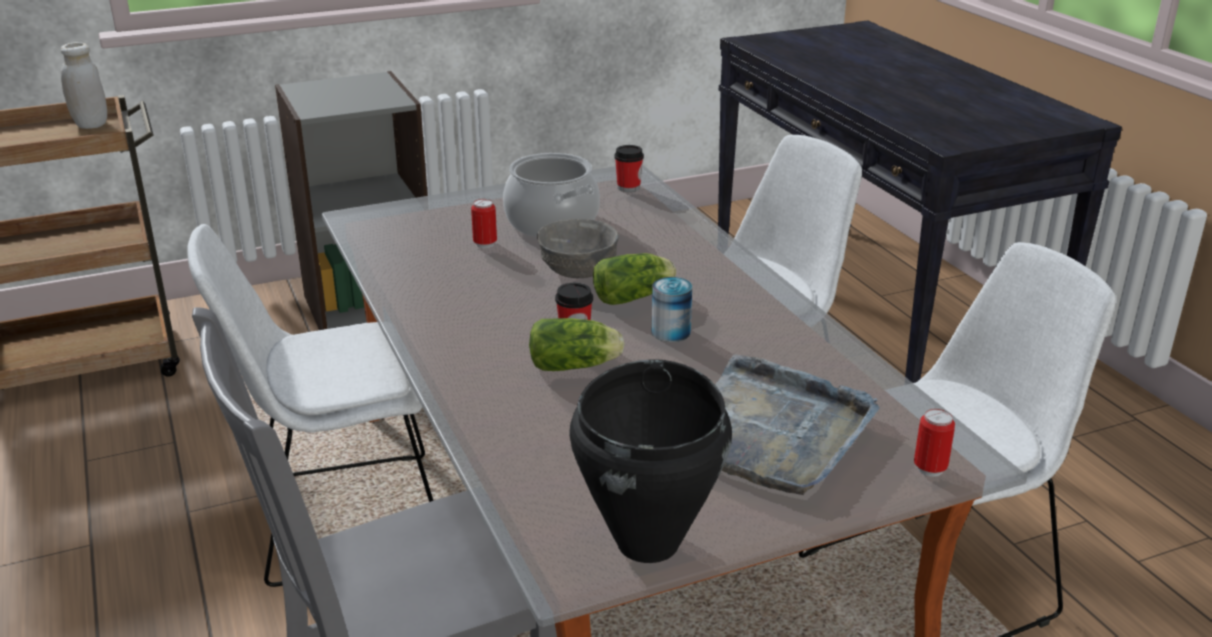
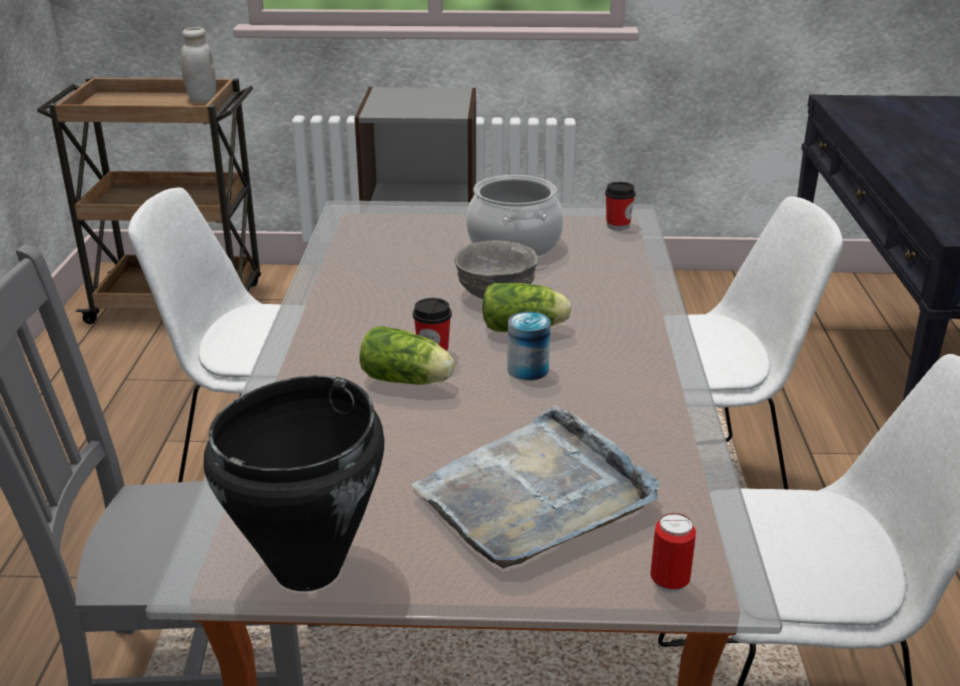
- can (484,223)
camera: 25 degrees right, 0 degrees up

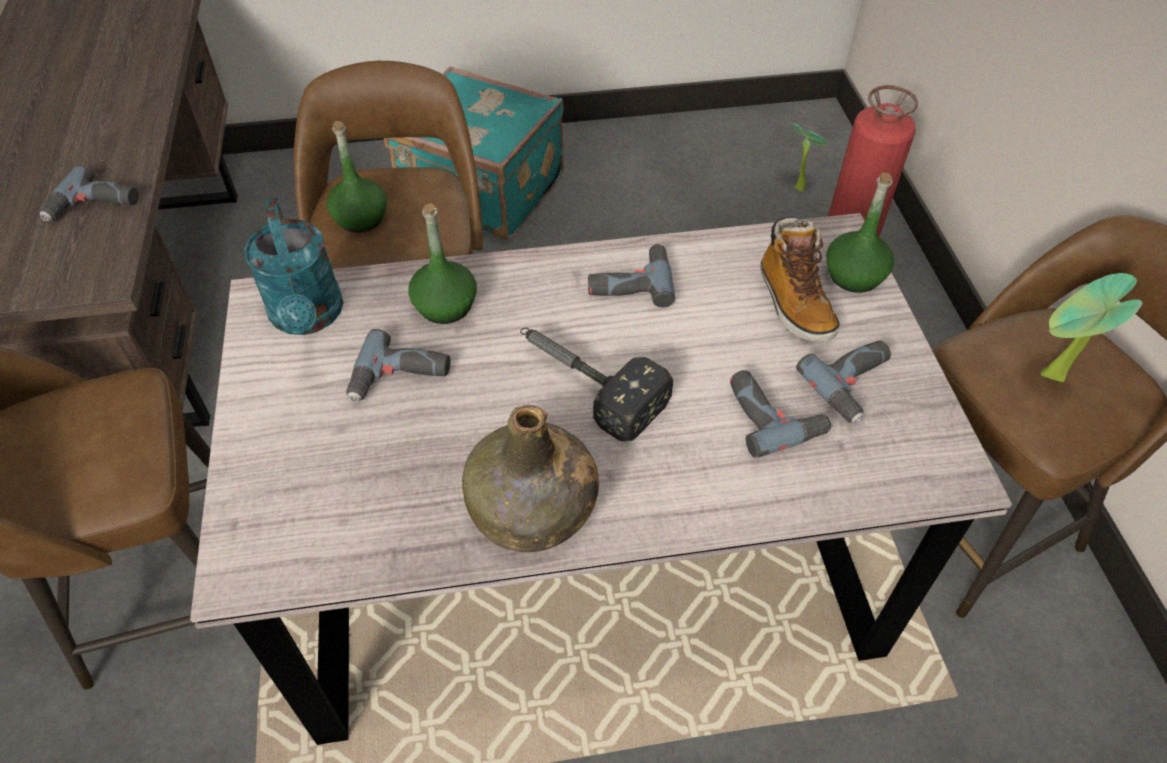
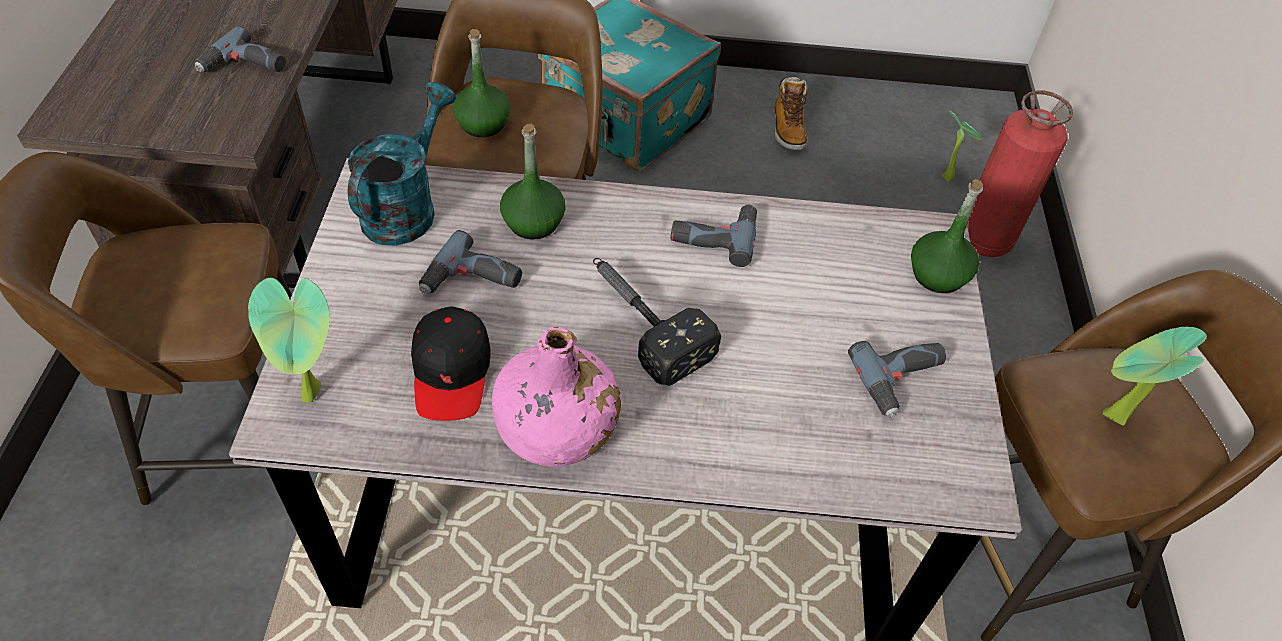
~ turquoise-coloured watering can (294,266) = (402,164) 150 degrees counterclockwise
~ greenish beverage bottle (530,478) to pinkish beverage bottle (556,397)
- drill (781,414)
~ tall boot (800,279) to (791,113)
+ houseplant (289,340)
+ black peaked cap (451,363)
camera: 10 degrees right, 0 degrees up

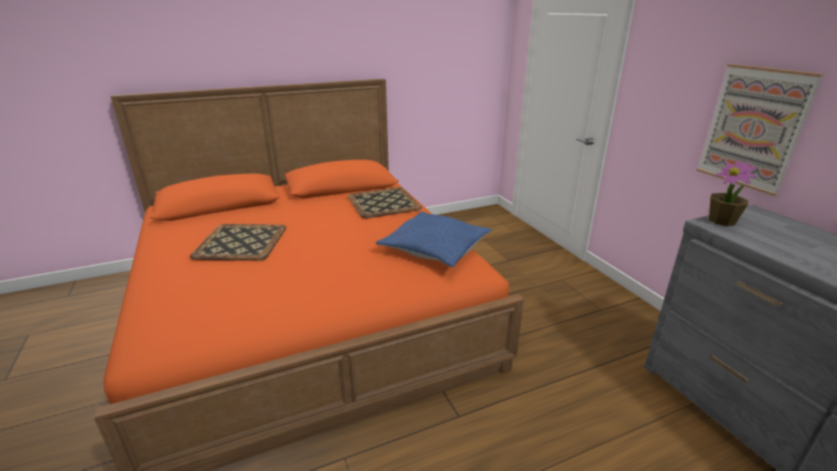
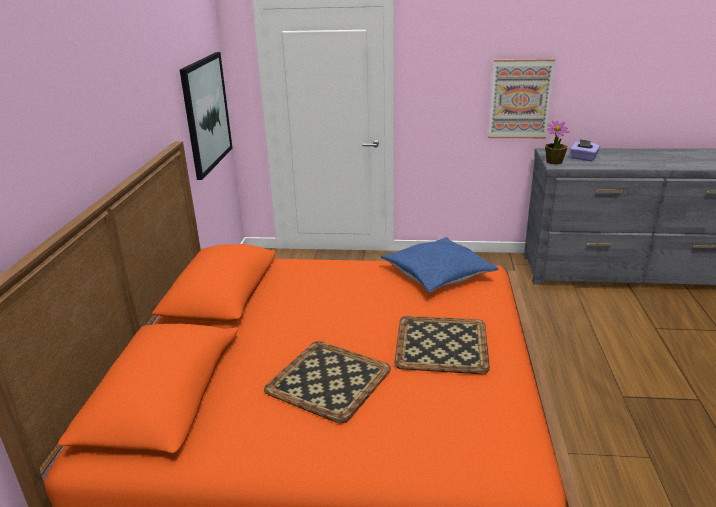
~ tray (385,202) to (442,345)
+ picture (206,116)
+ purple-coloured box of tissues (585,150)
camera: 60 degrees left, 0 degrees up

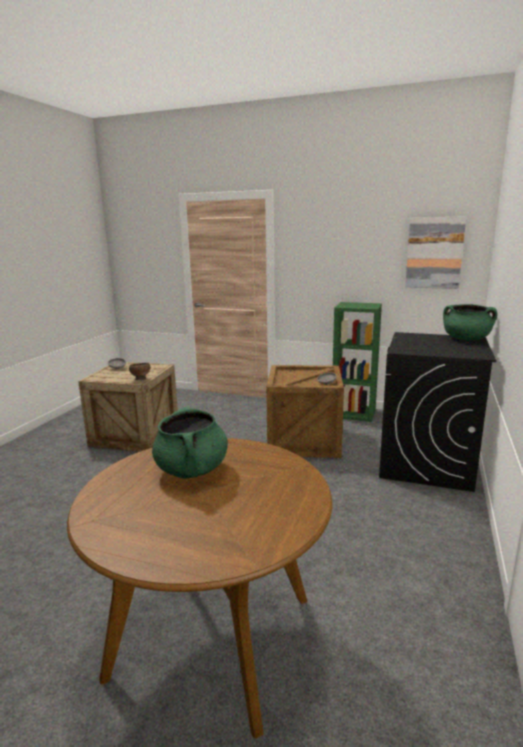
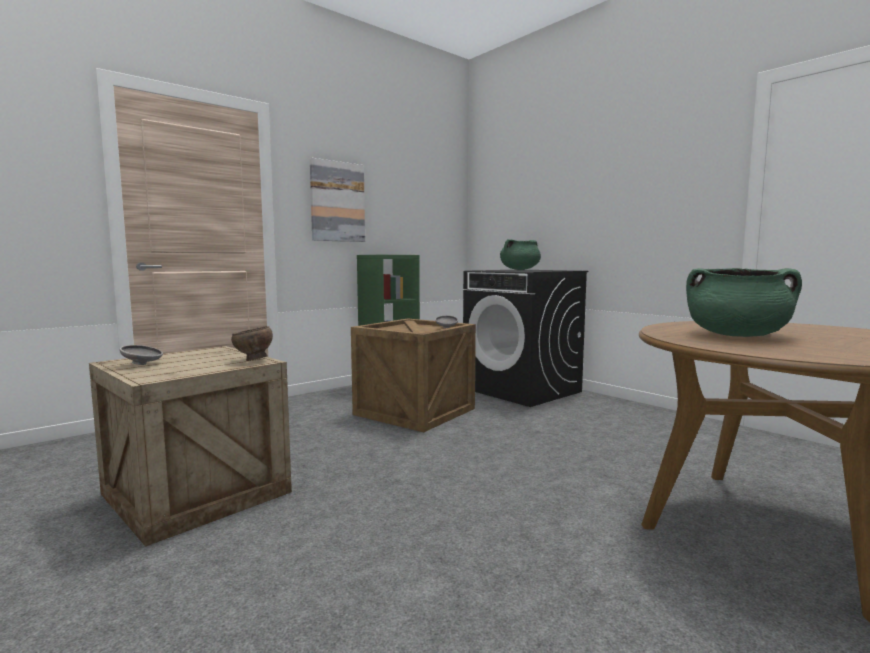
~ picture (435,252) to (337,200)
camera: 60 degrees left, 10 degrees down

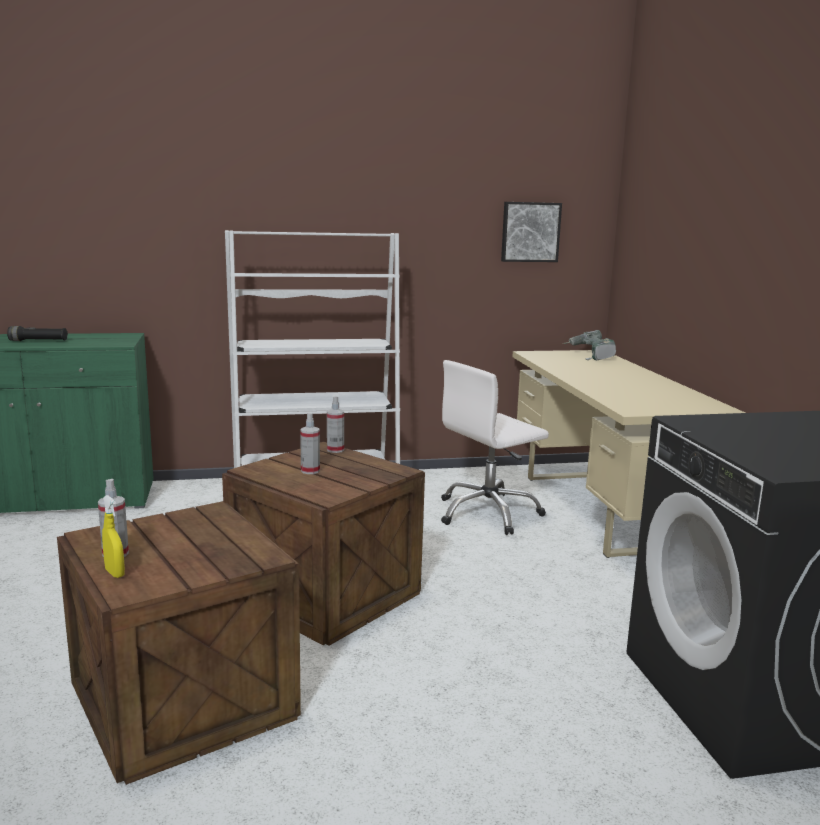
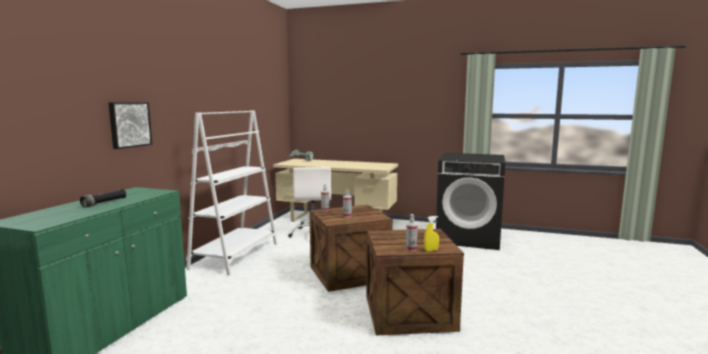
~ picture (531,232) to (130,125)
camera: 60 degrees left, 5 degrees down

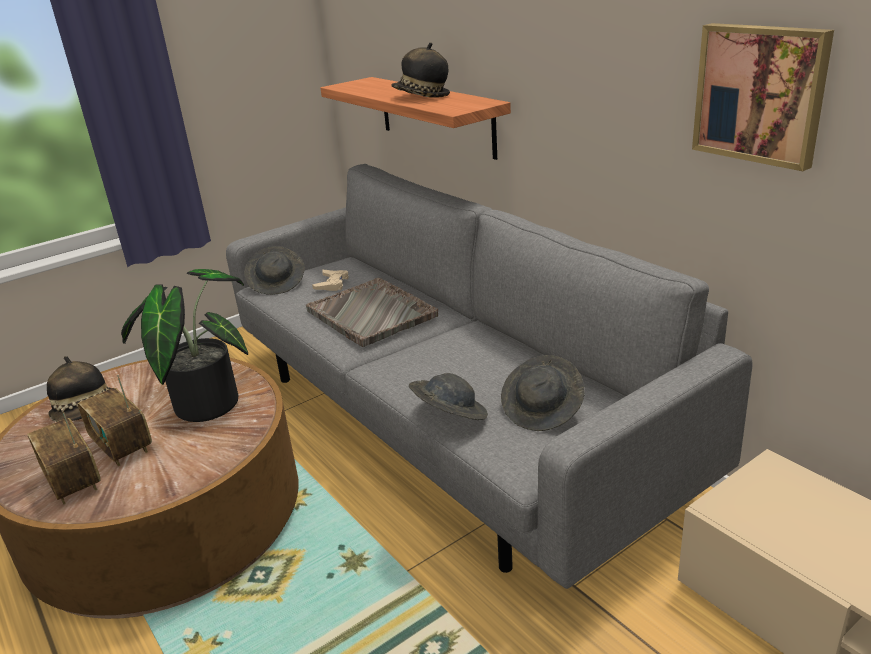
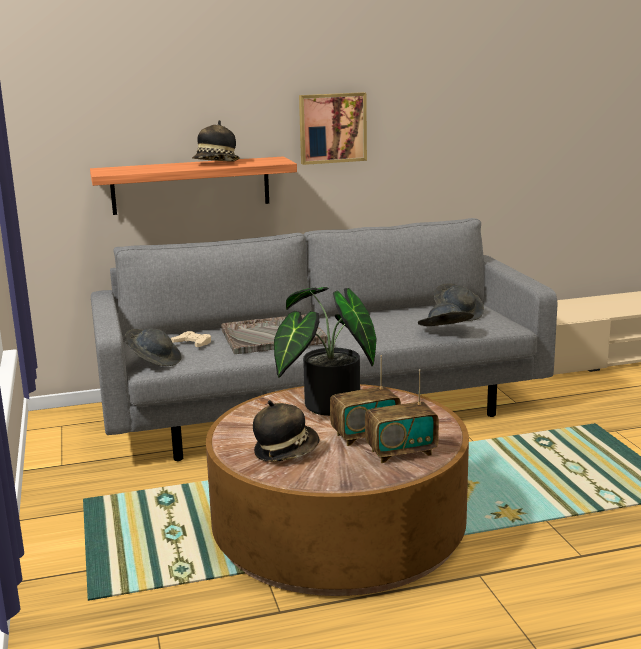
~ picture (763,97) to (333,128)
camera: 70 degrees left, 10 degrees down

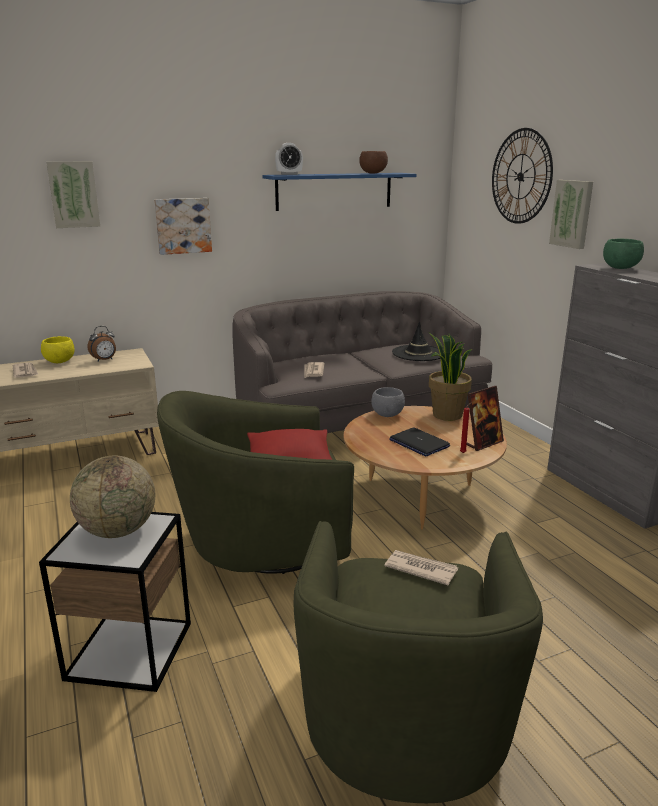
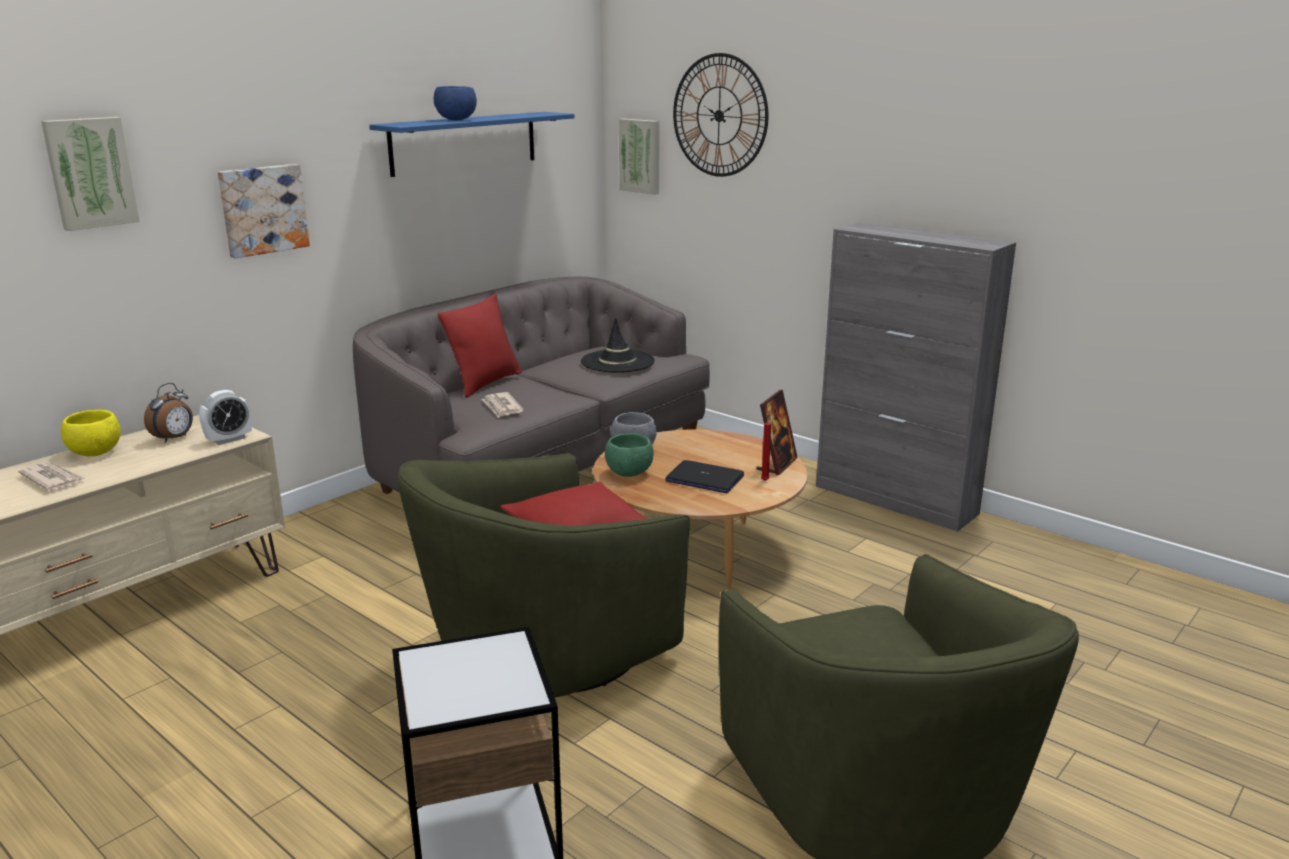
- world globe (112,497)
~ alarm clock (289,159) to (225,417)
- brownish deep dish (373,162)
- newspaper (421,568)
- houseplant (450,377)
~ picture (571,214) to (639,157)
~ greenish deep dish (623,254) to (629,455)
+ blue-coloured deep dish (455,103)
+ red-coloured pillow (479,345)
camera: 25 degrees left, 0 degrees up

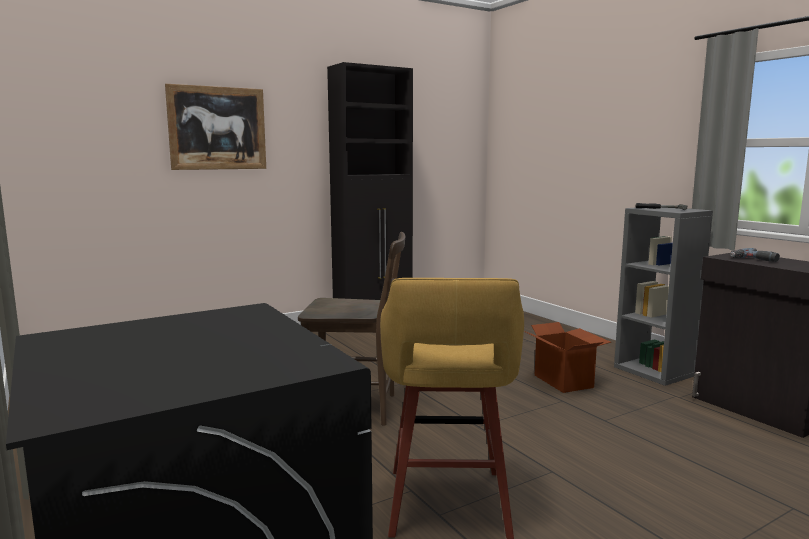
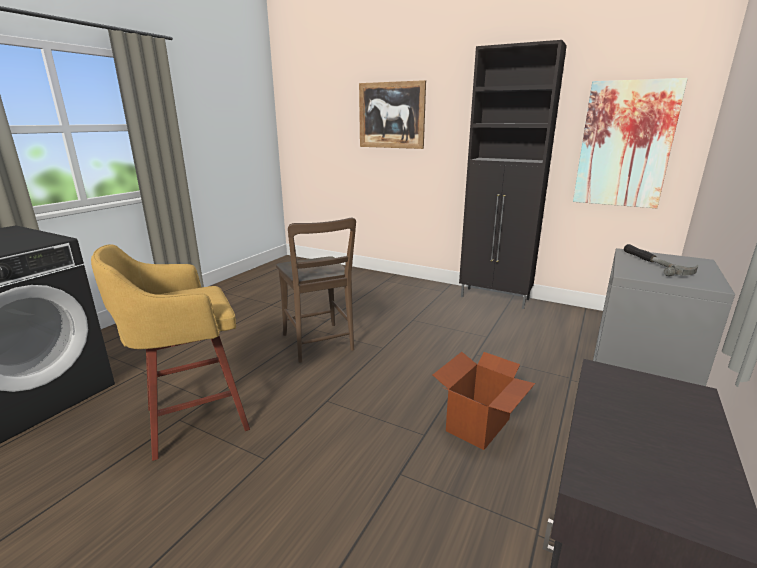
- drill (755,255)
+ picture (630,143)
camera: 60 degrees right, 10 degrees up

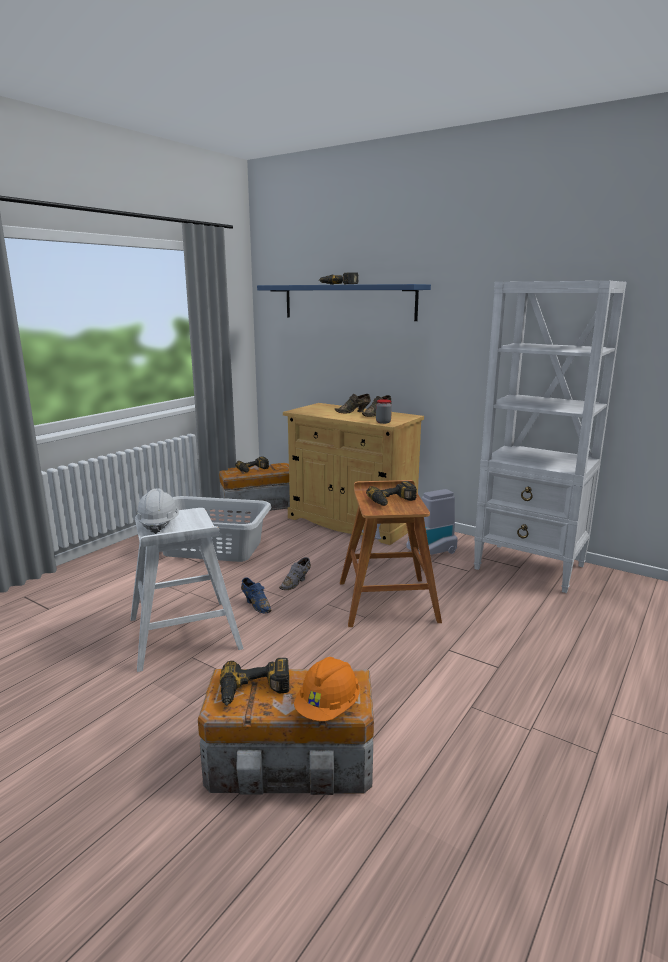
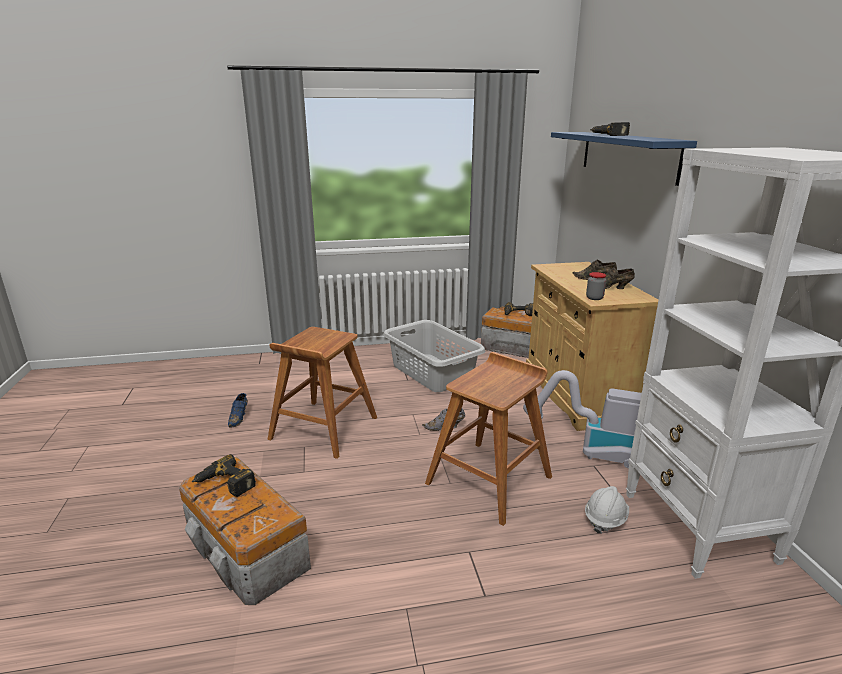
~ white-coloured stool (187,590) to brownish stool (322,393)
~ white-coloured safety helmet (157,511) to (607,510)
~ blue-coloured shoe (256,595) to (238,410)
- orange-coloured safety helmet (327,689)
- drill (391,493)
camera: 45 degrees right, 5 degrees up

